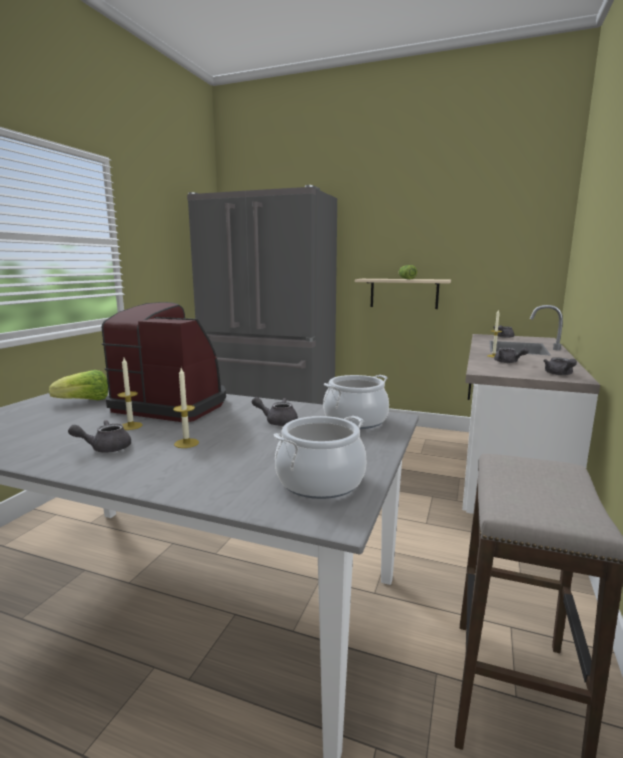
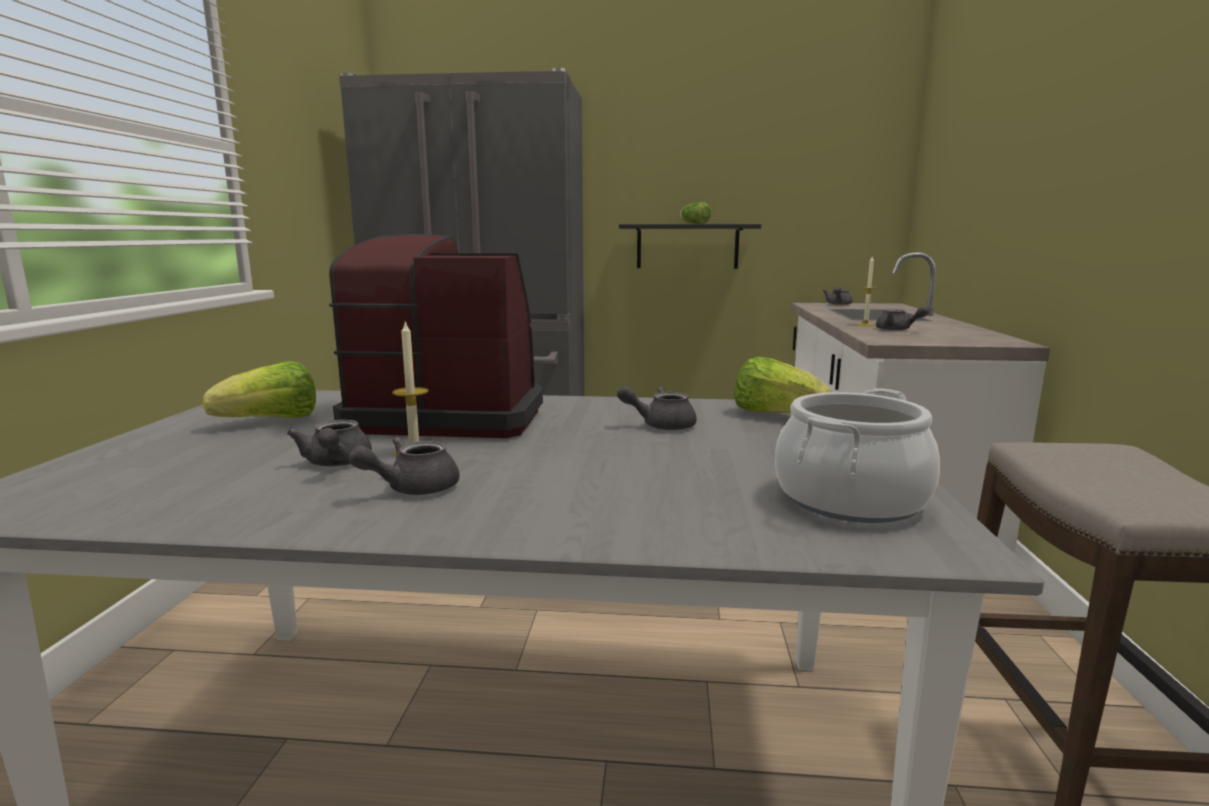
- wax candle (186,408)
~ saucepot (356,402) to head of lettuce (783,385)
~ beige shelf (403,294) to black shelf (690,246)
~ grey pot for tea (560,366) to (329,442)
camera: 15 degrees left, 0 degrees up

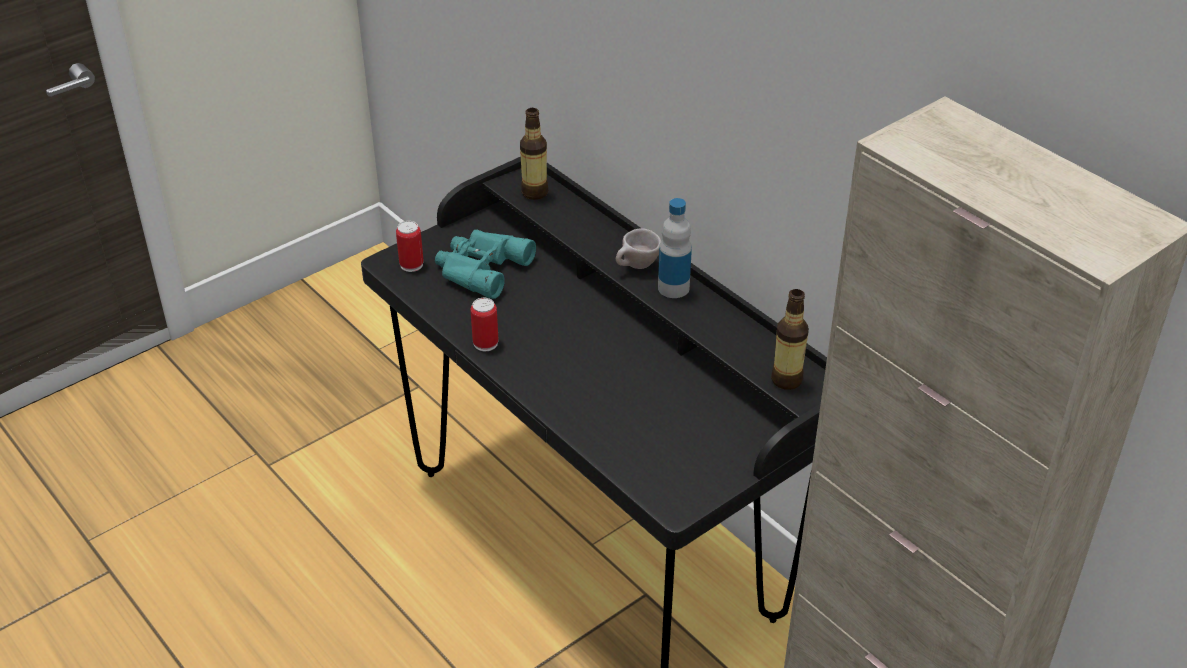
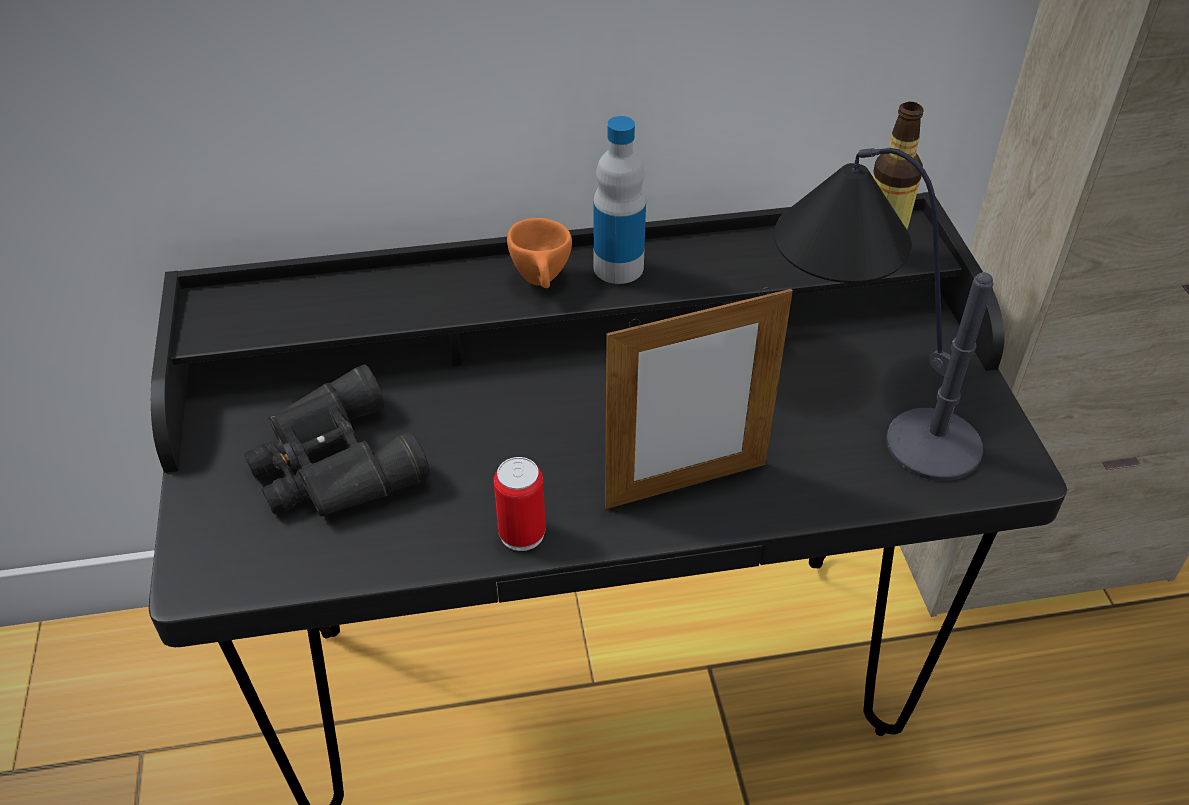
- can (410,246)
~ turquoise-coloured binoculars (485,264) to black binoculars (337,440)
- beverage bottle (534,154)
~ beige drinking cup (638,248) to orange-coloured drinking cup (539,253)
+ picture frame (699,398)
+ lamp for a table (883,314)
camera: 60 degrees left, 5 degrees up

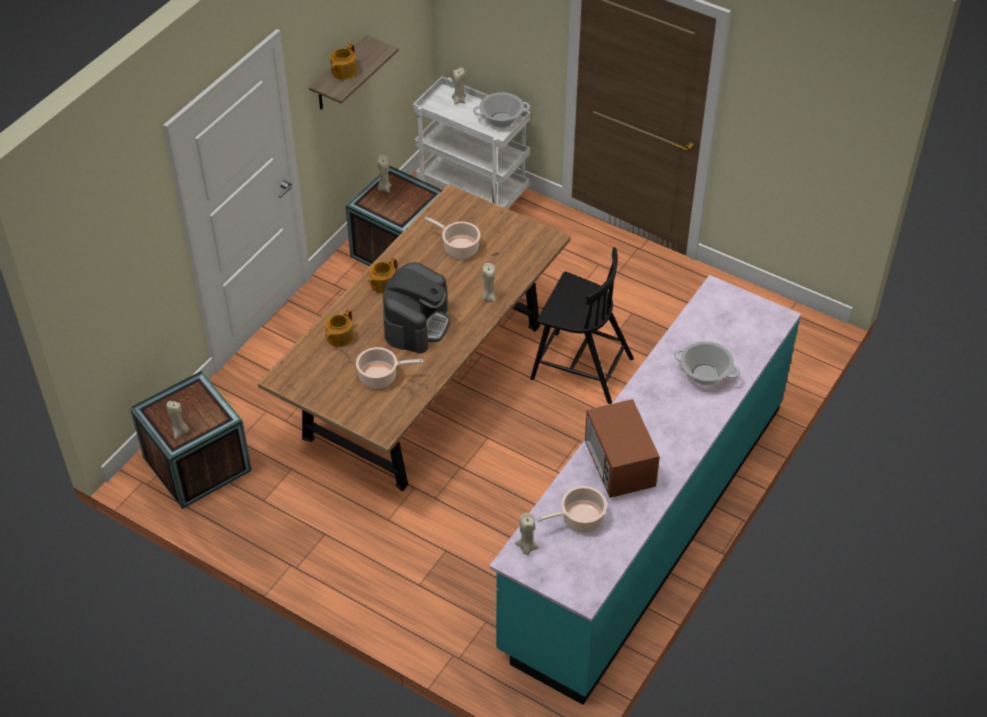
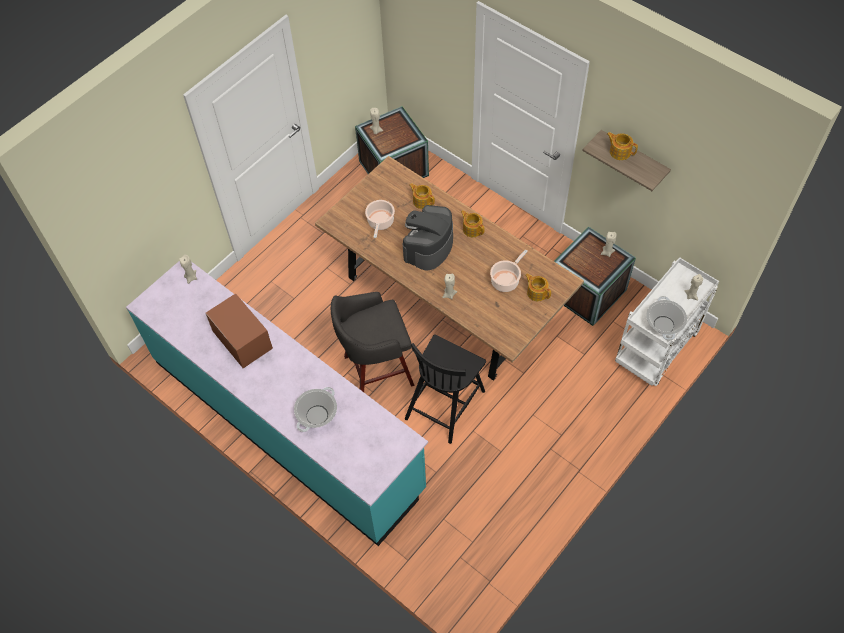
~ coffee machine (416,308) = (428,237) 90 degrees clockwise
- saucepot (571,509)
~ microwave (622,448) = (239,330) 60 degrees clockwise
+ grey stool (372,342)
+ pot for tea (538,287)
camera: 100 degrees right, 10 degrees up

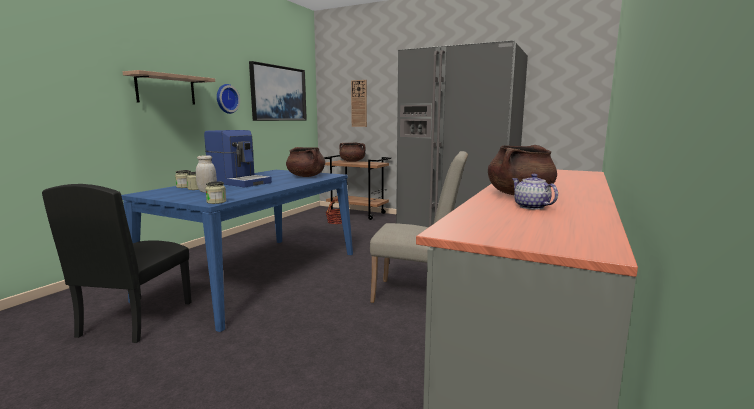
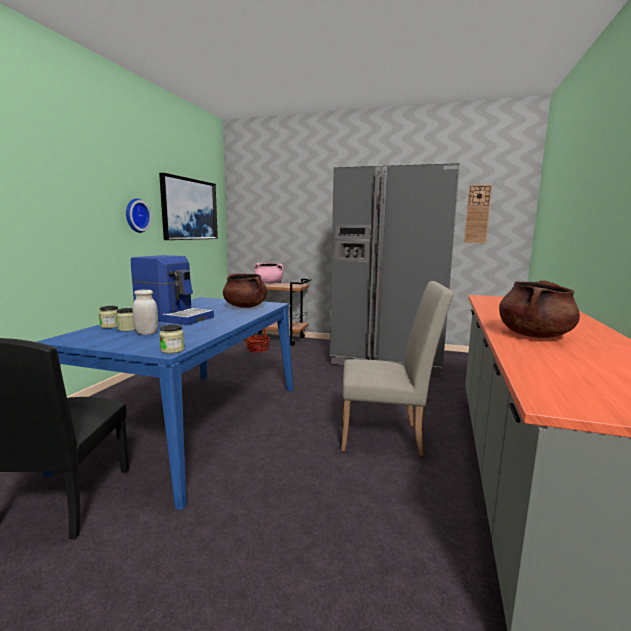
- shelf (169,87)
~ brownish saucepot (352,152) to pinkish saucepot (269,273)
~ clock on the wall (359,103) to (478,214)
- pot for tea (535,192)
camera: 10 degrees left, 0 degrees up

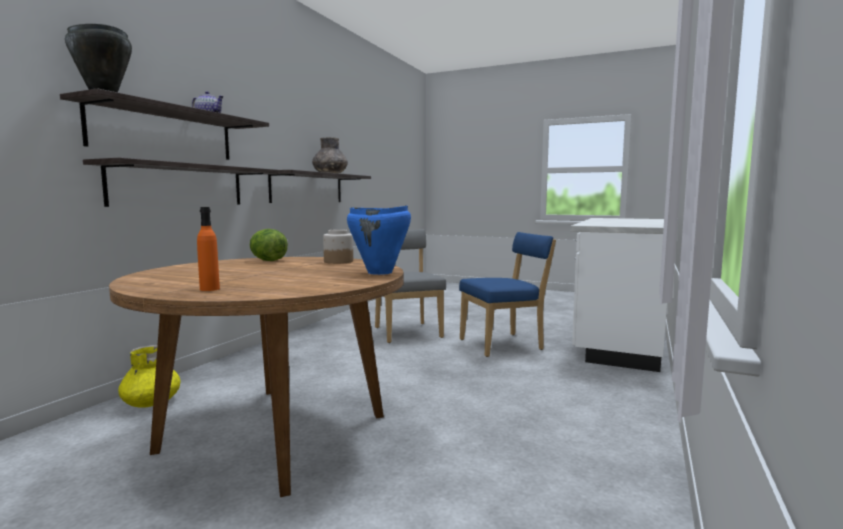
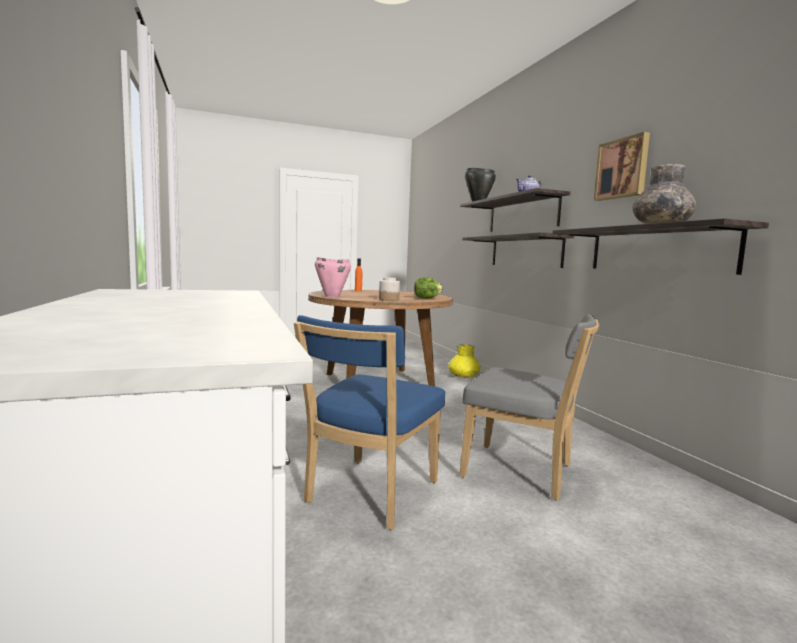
~ blue-coloured saucepot (379,240) to pinkish saucepot (333,277)
+ picture (622,166)
camera: 135 degrees right, 0 degrees up

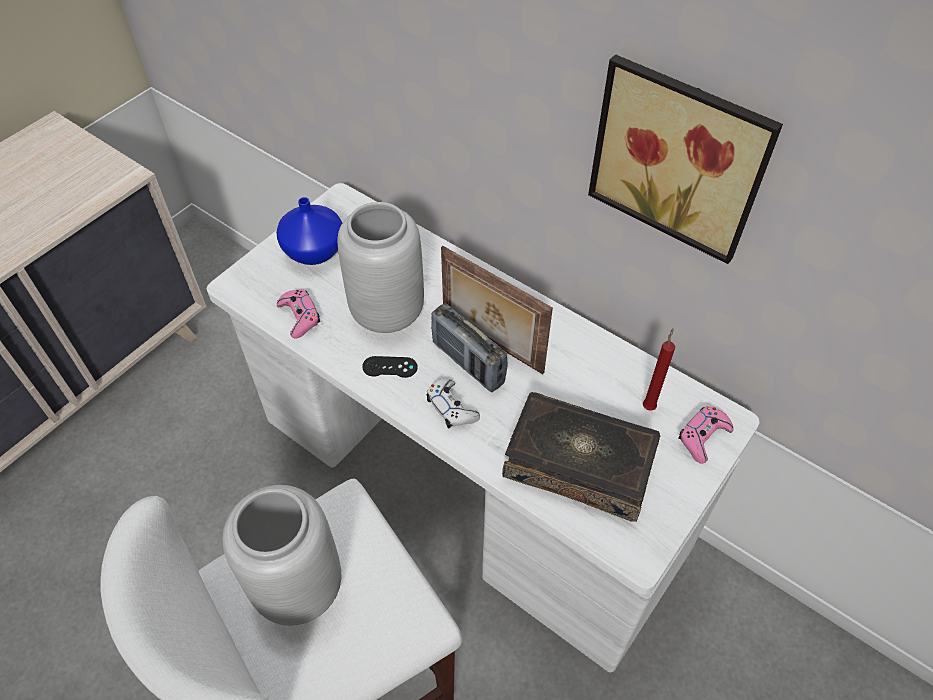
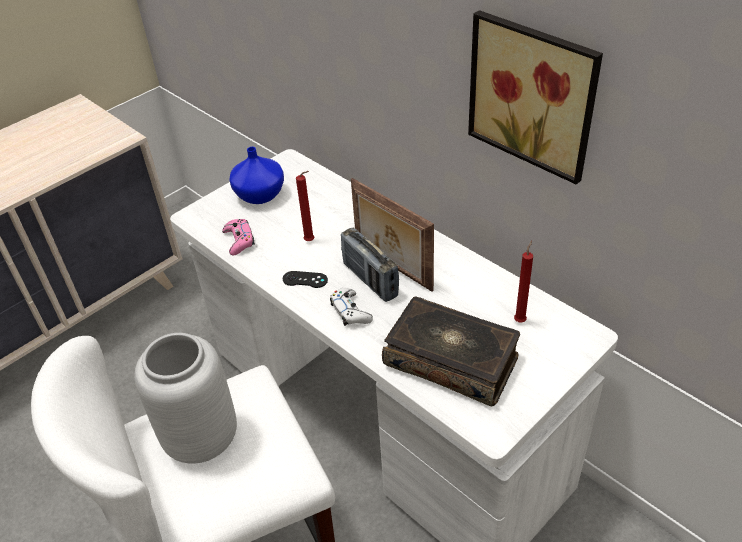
~ grey vase (380,267) to red-coloured wax candle (305,206)
- pinkish game controller (705,435)
camera: 10 degrees right, 10 degrees down

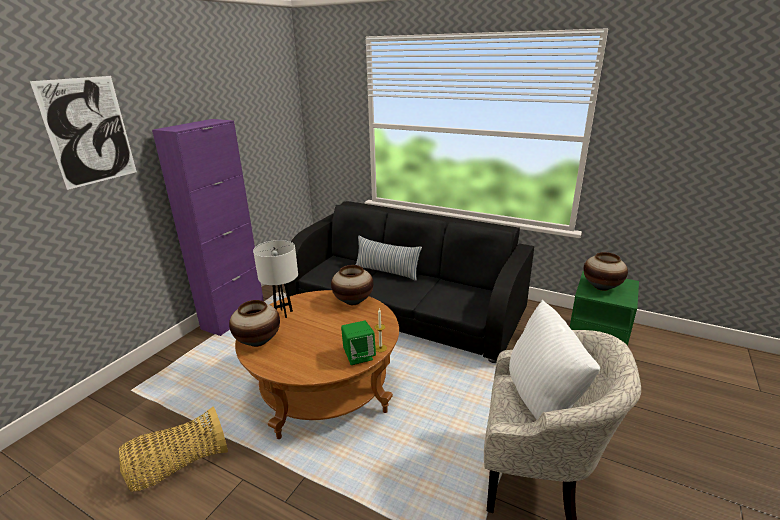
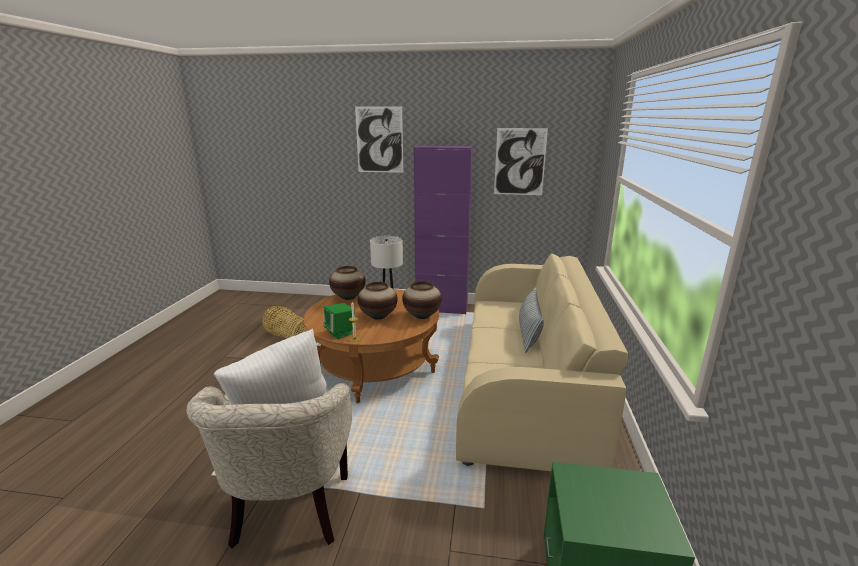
~ black sofa (410,282) to beige sofa (542,362)
~ vase (605,271) to (378,301)
+ picture (521,161)
camera: 70 degrees right, 5 degrees down

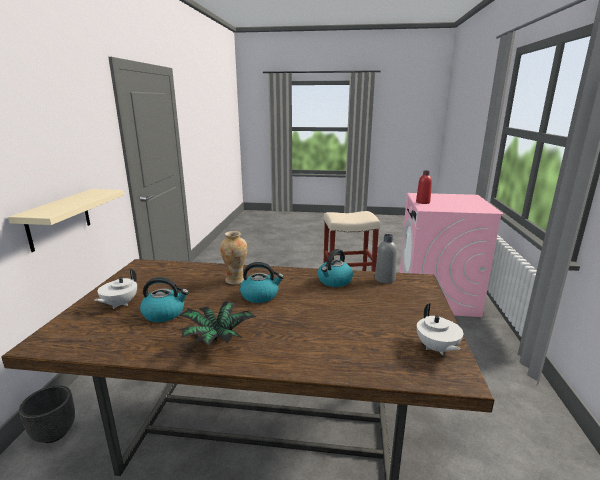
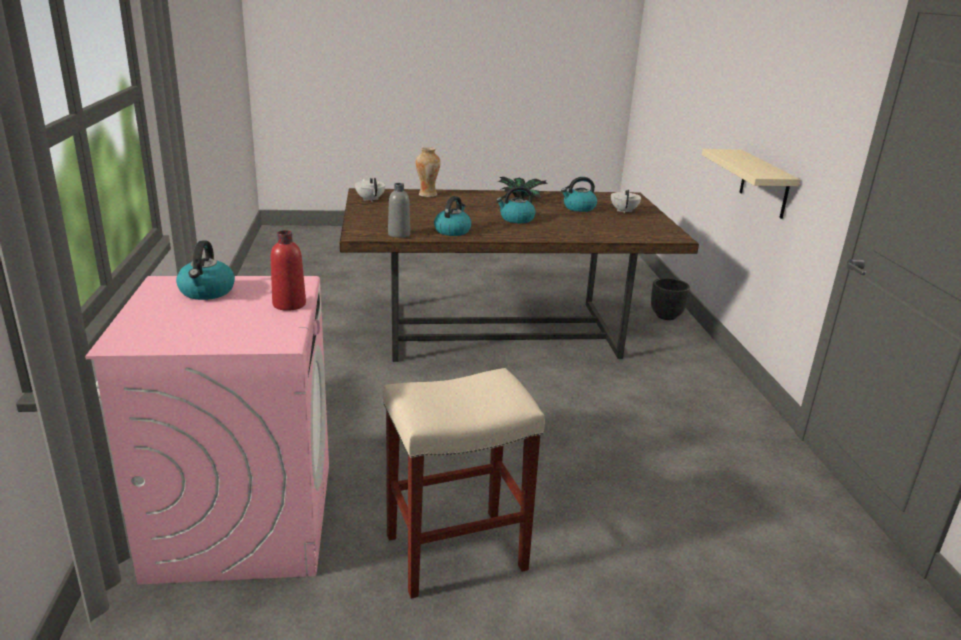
~ vase (234,257) to (428,172)
+ kettle (205,270)
camera: 165 degrees right, 5 degrees up

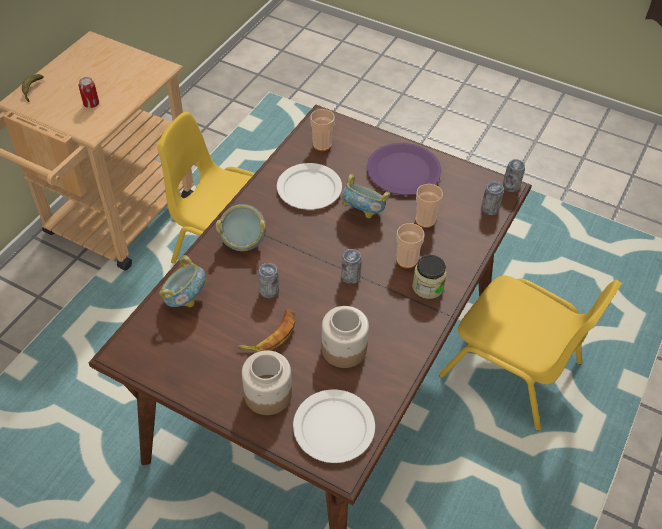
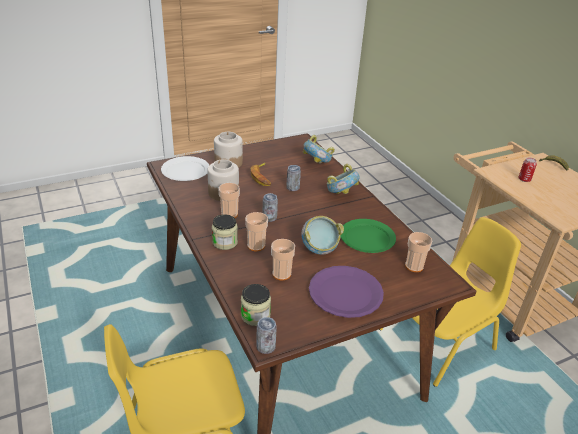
~ white-coloured dinner plate (309,186) to greenish dinner plate (368,236)
~ can (492,198) to preserve jar (256,305)
+ drinking cup (229,200)
camera: 125 degrees right, 15 degrees down

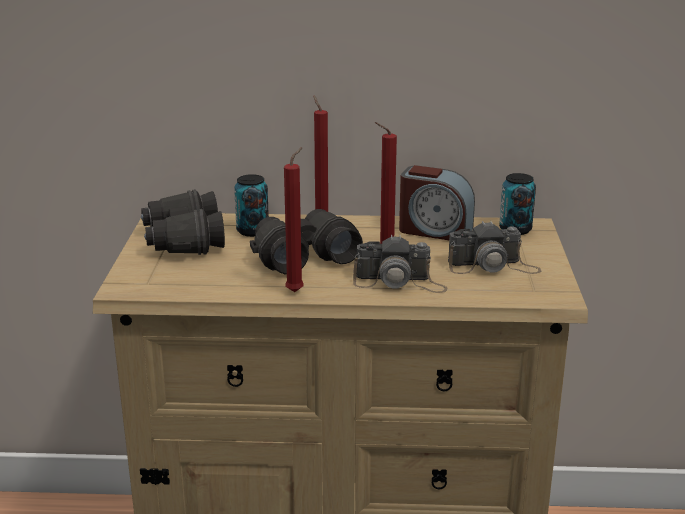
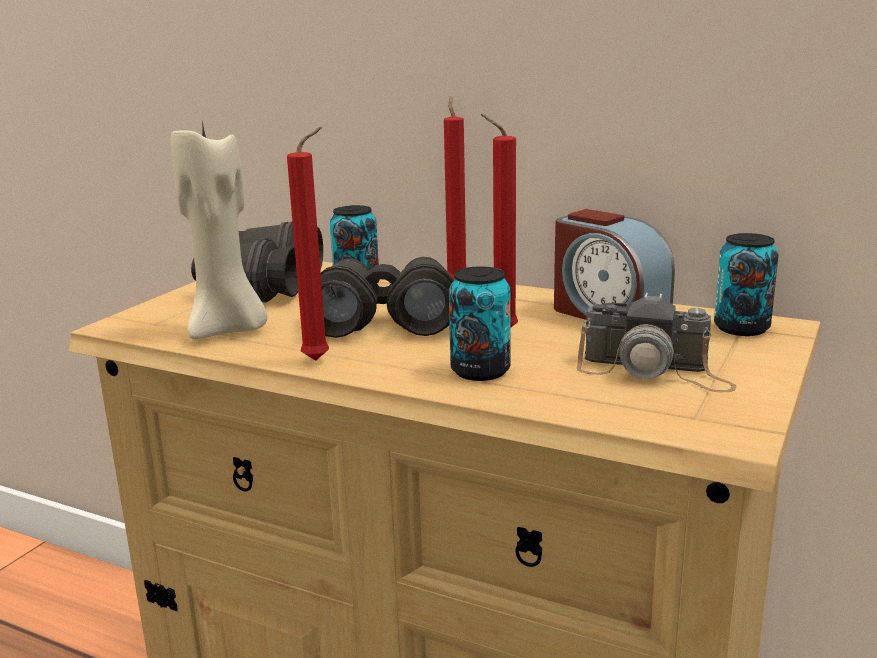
~ photo camera (400,264) to can (480,323)
+ beige wax candle (219,230)
camera: 25 degrees right, 5 degrees down

